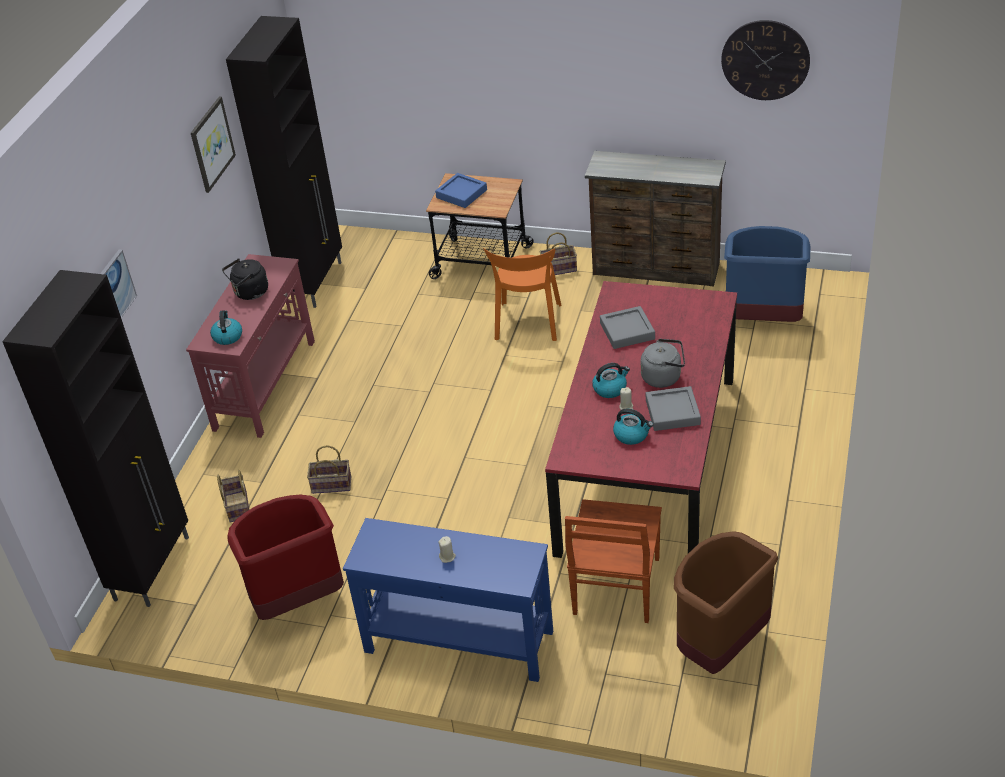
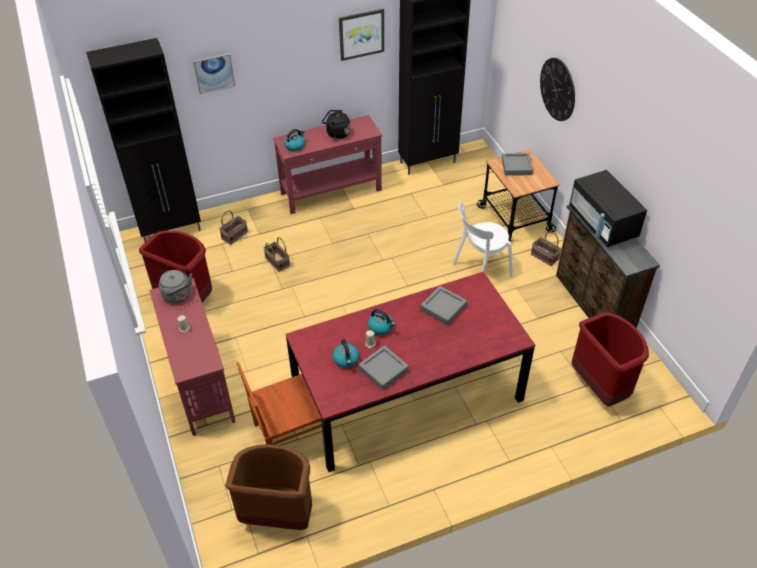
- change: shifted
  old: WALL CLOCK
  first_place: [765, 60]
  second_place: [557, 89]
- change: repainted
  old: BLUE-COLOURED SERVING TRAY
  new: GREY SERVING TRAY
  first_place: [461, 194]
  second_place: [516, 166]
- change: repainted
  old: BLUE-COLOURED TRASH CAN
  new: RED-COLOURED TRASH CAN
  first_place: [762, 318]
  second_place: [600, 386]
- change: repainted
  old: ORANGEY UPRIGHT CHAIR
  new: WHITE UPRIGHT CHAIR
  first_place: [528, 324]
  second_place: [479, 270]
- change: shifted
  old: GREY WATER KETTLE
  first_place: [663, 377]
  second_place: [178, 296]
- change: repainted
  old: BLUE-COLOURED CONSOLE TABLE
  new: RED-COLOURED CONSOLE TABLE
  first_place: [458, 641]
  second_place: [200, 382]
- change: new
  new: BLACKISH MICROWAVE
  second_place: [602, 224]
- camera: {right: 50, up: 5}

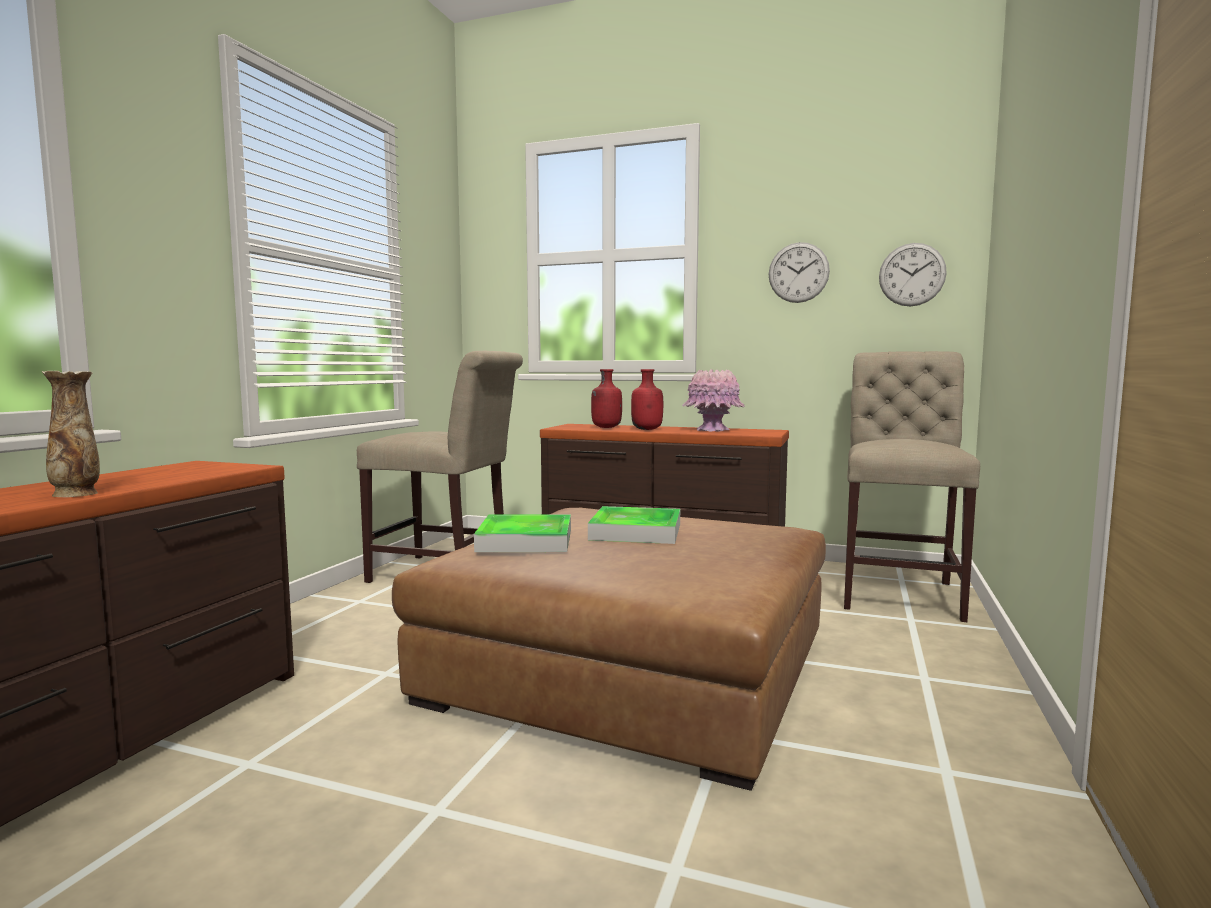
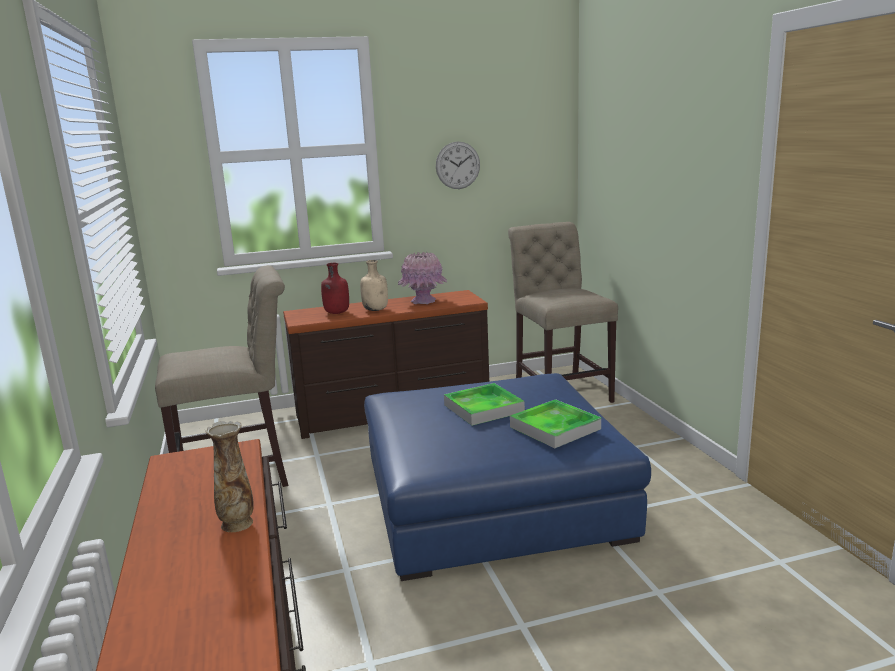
- change: gone
  old: WALL CLOCK
  first_place: [912, 274]
- change: repainted
  old: RED-COLOURED DRINK BOTTLE
  new: BEIGE DRINK BOTTLE
  first_place: [647, 429]
  second_place: [376, 310]
- change: repainted
  old: BROWN OTTOMAN
  new: BLUE-COLOURED OTTOMAN
  first_place: [632, 668]
  second_place: [492, 499]
- change: shifted
  old: SERVING TRAY
  first_place: [525, 540]
  second_place: [555, 428]
- camera: {right: -35, up: 10}

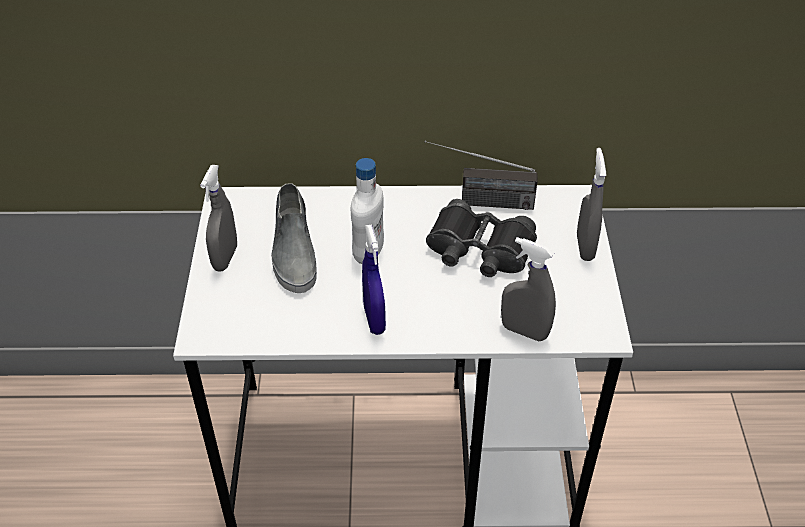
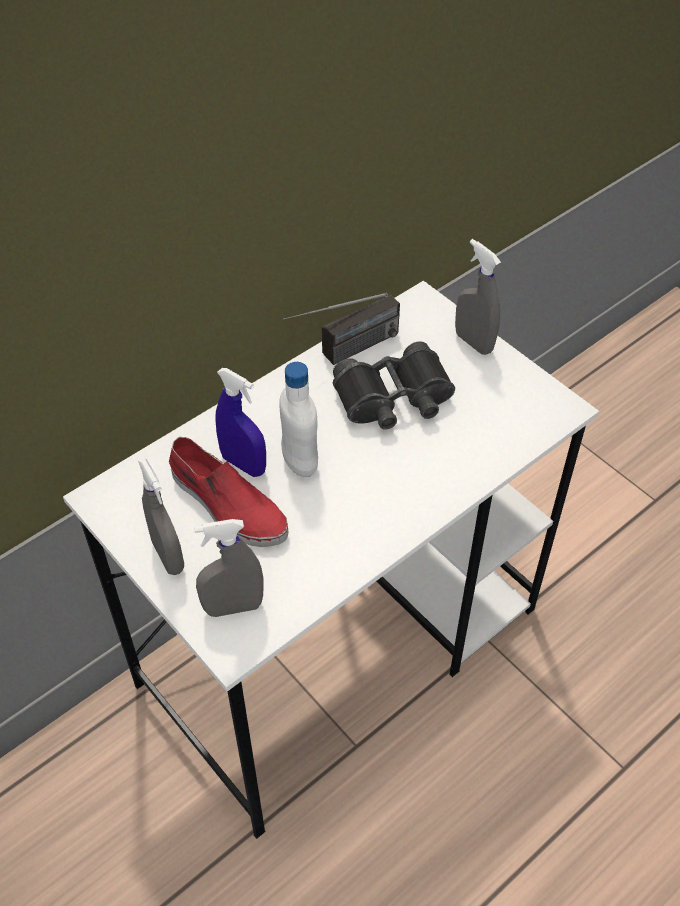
- change: repainted
  old: GREY LOW SHOE
  new: RED-COLOURED LOW SHOE
  first_place: [293, 250]
  second_place: [227, 505]
- change: shifted
  old: BLUE-COLOURED HAND SPRAYER
  first_place: [374, 319]
  second_place: [243, 464]
- change: shifted
  old: GREY HAND SPRAYER
  first_place: [524, 331]
  second_place: [233, 607]
- camera: {right: -40, up: 5}

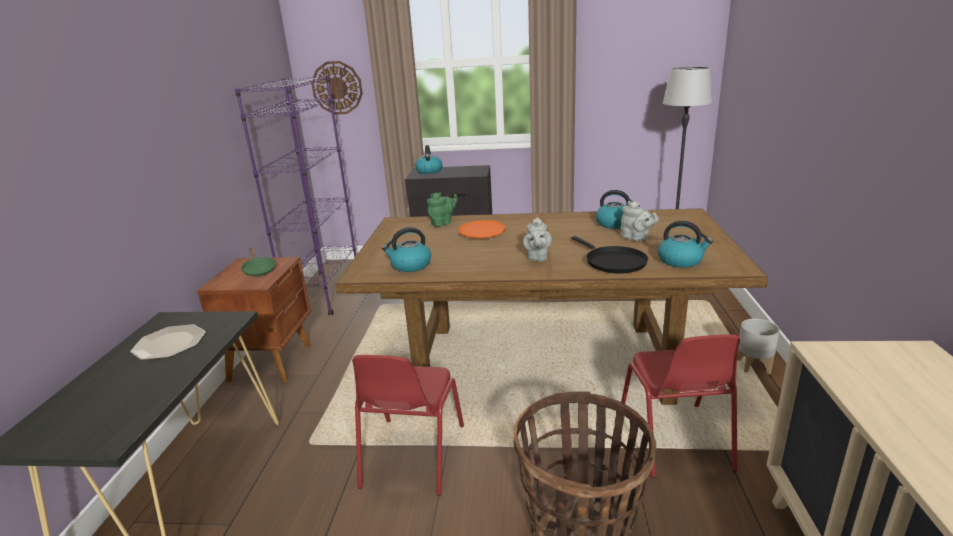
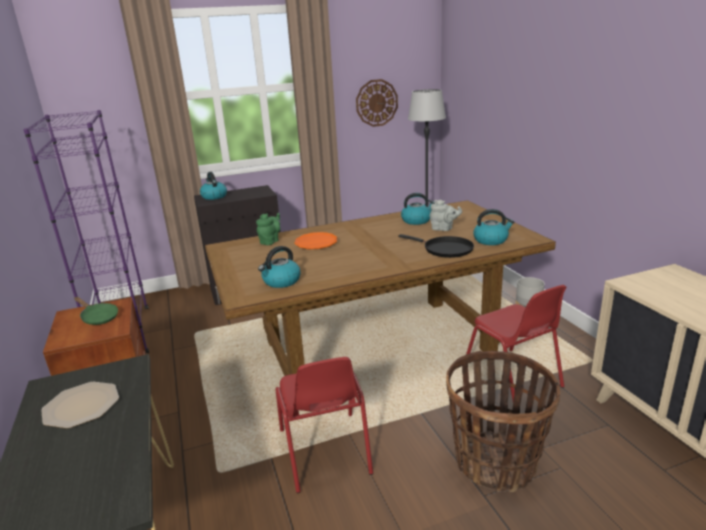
- change: shifted
  old: WALL CLOCK
  first_place: [337, 88]
  second_place: [376, 103]
- change: gone
  old: GREY TEAPOT
  first_place: [537, 257]
- camera: {right: -25, up: 0}

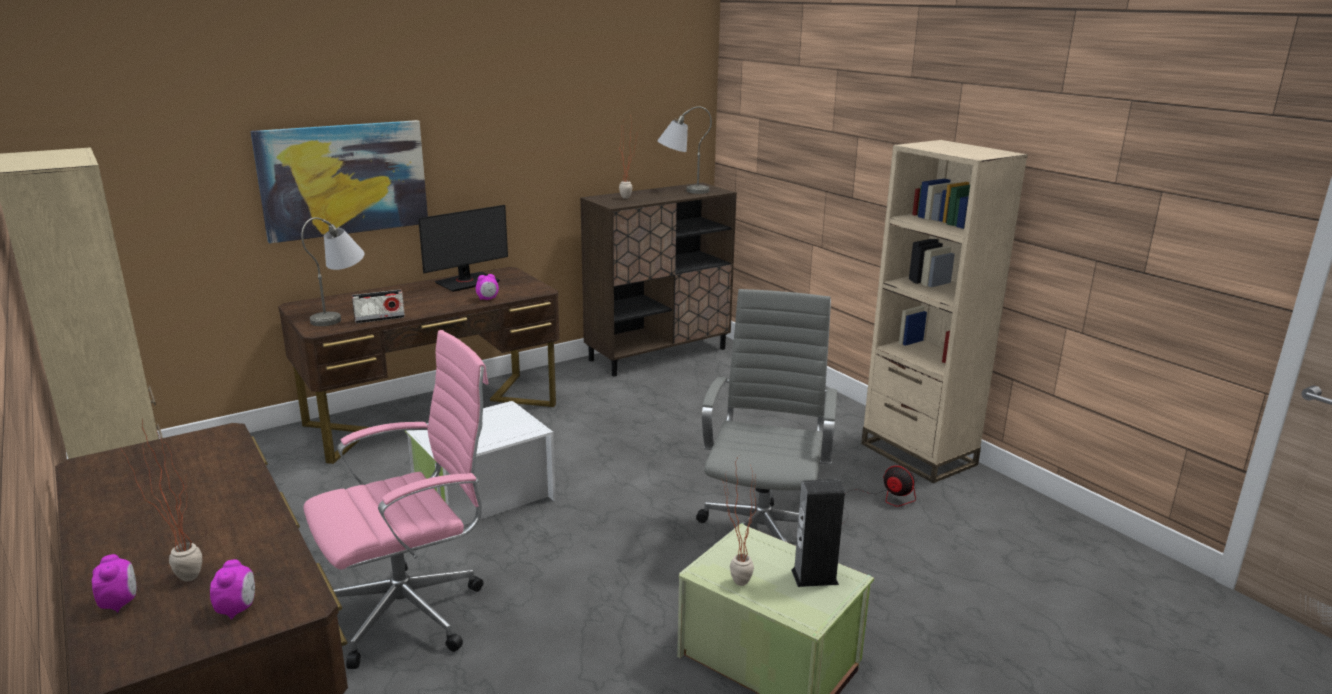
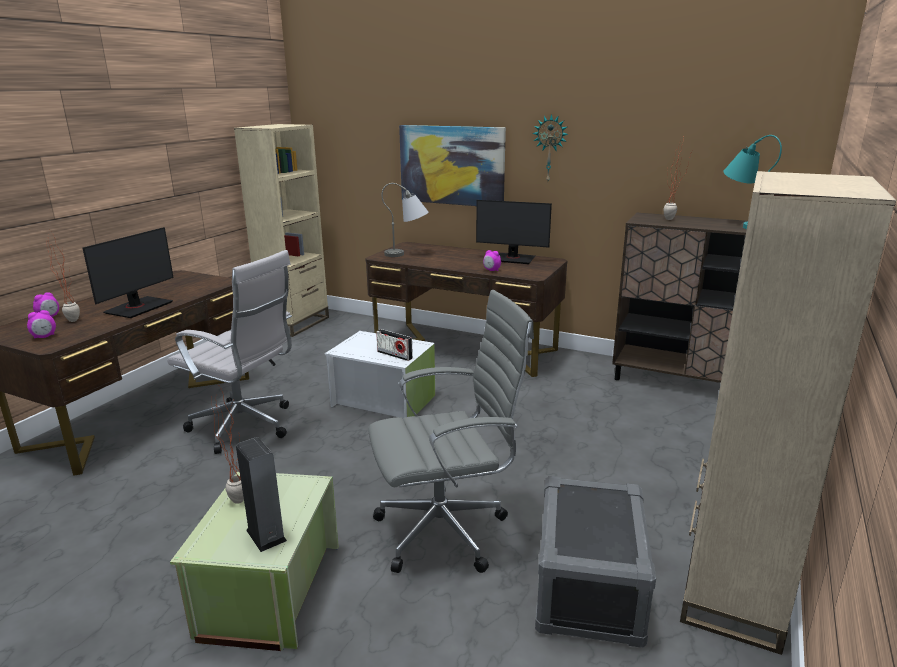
- change: repainted
  old: GREY TABLETOP LAMP
  new: TURQUOISE-COLOURED TABLETOP LAMP
  first_place: [681, 190]
  second_place: [742, 225]
- change: shifted
  old: RADIO
  first_place: [380, 319]
  second_place: [394, 355]
- change: repainted
  old: PINKISH OFFICE CHAIR
  new: WHITE OFFICE CHAIR
  first_place: [413, 613]
  second_place: [246, 427]
- change: swapped
  old: FAN
  new: GREY STORAGE CONTAINER
  first_place: [880, 501]
  second_place: [589, 588]
- change: new
  new: WALL CLOCK
  second_place: [550, 149]
- change: new
  new: MONITOR
  second_place: [138, 307]
- camera: {right: 60, up: 0}

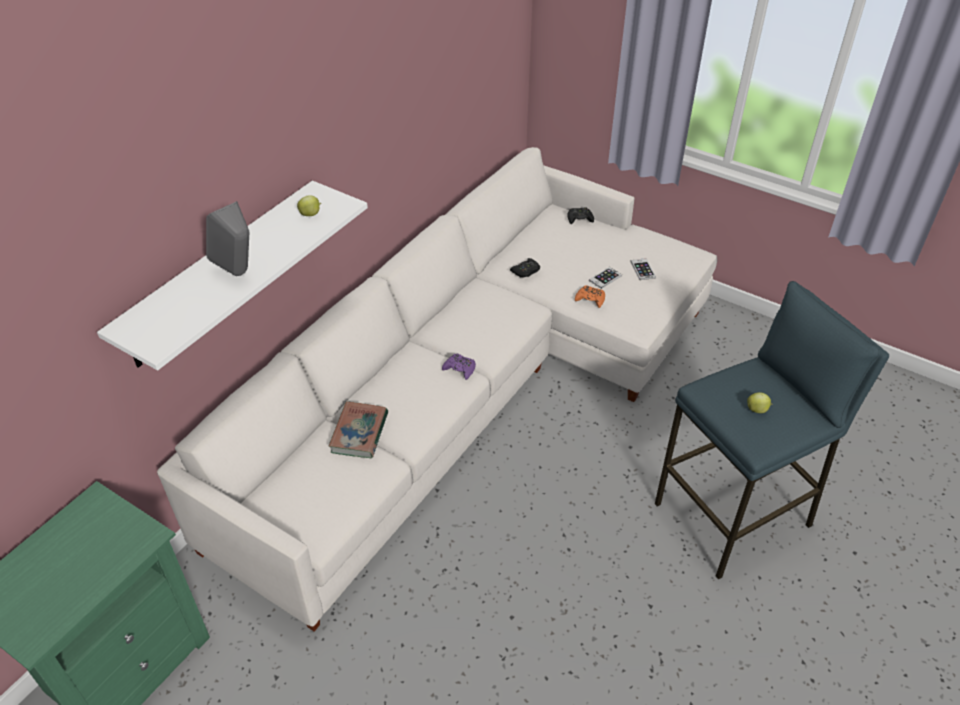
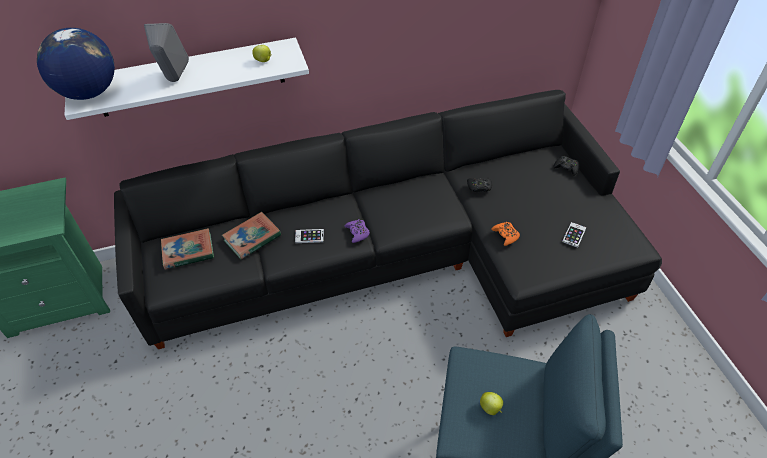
- change: repainted
  old: WHITE SETTEE
  new: BLACKISH SETTEE
  first_place: [473, 387]
  second_place: [402, 254]
- change: shifted
  old: HANDSET
  first_place: [605, 278]
  second_place: [309, 236]
- change: new
  new: GLOBE
  second_place: [89, 92]
- change: new
  new: VOLUME
  second_place: [188, 251]
- camera: {right: 40, up: 5}

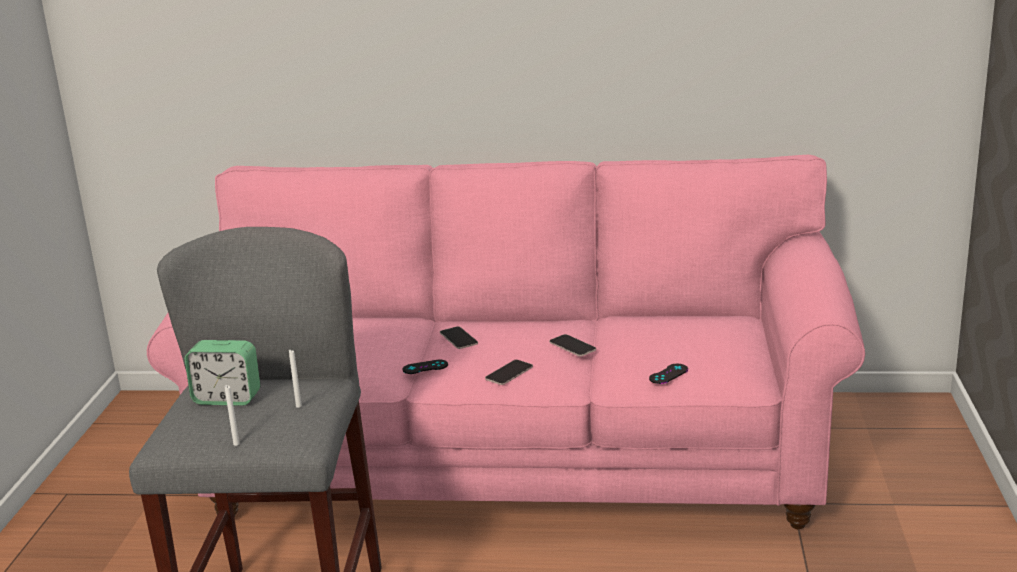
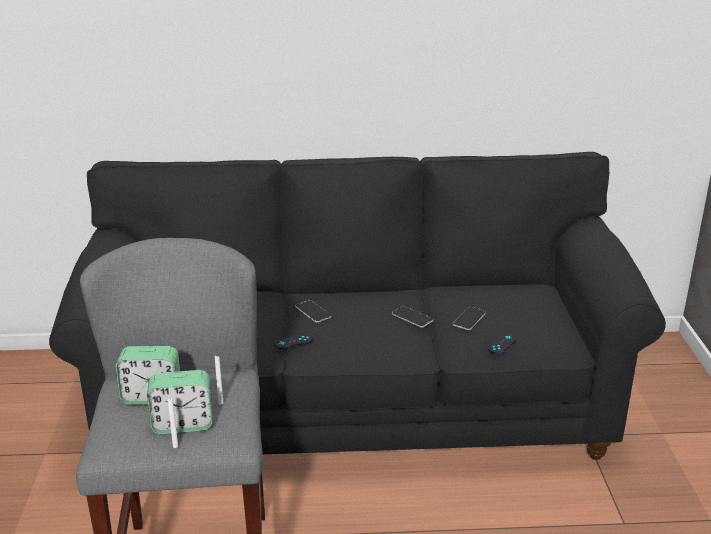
- change: repainted
  old: PINKISH SETTEE
  new: BLACKISH SETTEE
  first_place: [518, 459]
  second_place: [355, 405]
- change: shifted
  old: HANDSET
  first_place: [509, 373]
  second_place: [469, 319]
- change: new
  new: TABLE CLOCK
  second_place: [183, 424]
- camera: {right: -10, up: 5}

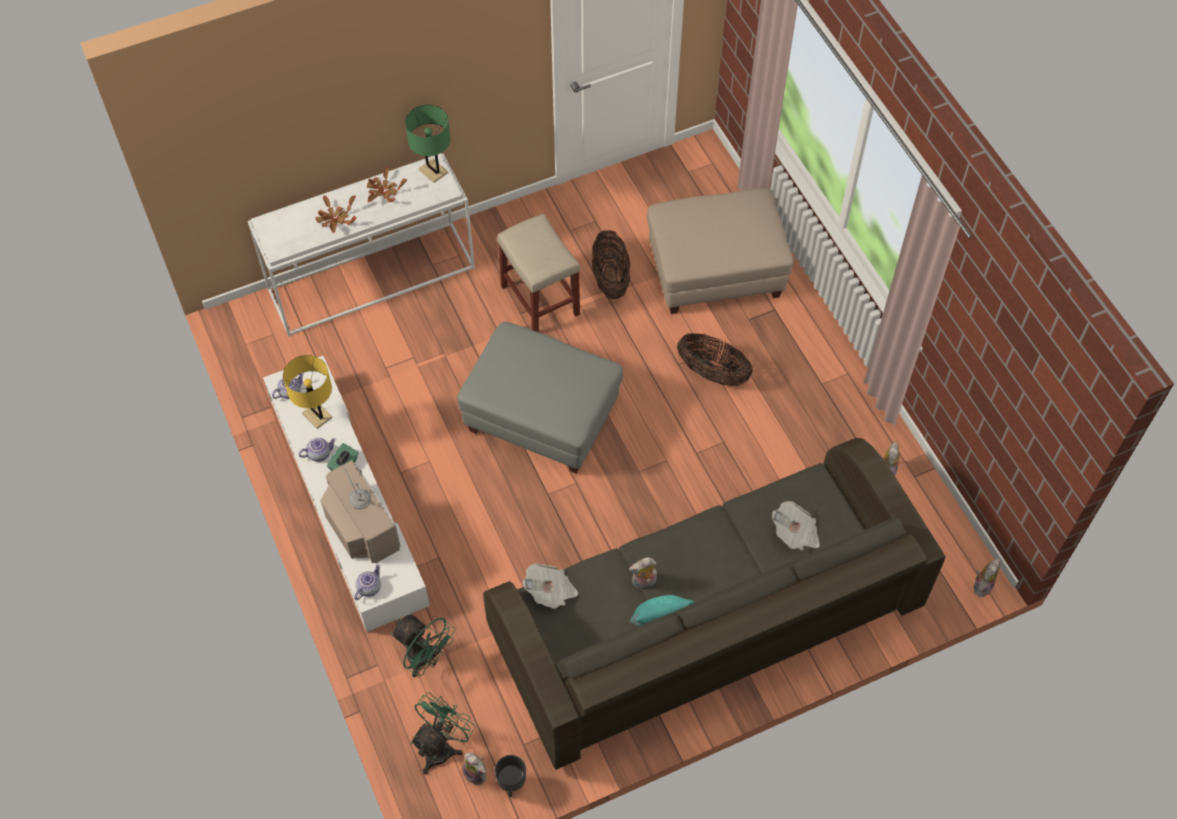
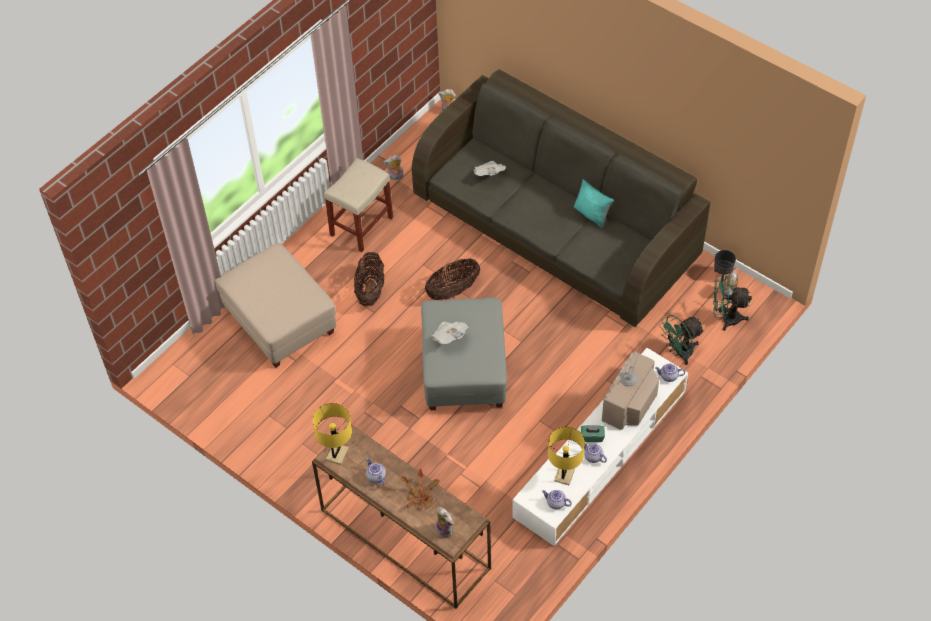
- change: repainted
  old: GREEN TABLETOP LAMP
  new: YELLOWISH TABLETOP LAMP
  first_place: [433, 171]
  second_place: [337, 454]
- change: repainted
  old: WHITE CONSOLE TABLE
  new: BROWN CONSOLE TABLE
  first_place: [372, 277]
  second_place: [403, 539]
- change: swapped
  old: PLANT IN A POT
  new: TEAPOT
  first_place: [383, 192]
  second_place: [375, 477]
- change: shifted
  old: BEIGE STOOL
  first_place: [541, 301]
  second_place: [362, 225]
- change: shifted
  old: BASKET
  first_place: [610, 279]
  second_place: [453, 290]
- change: shifted
  old: CUDDLY TOY
  first_place: [643, 582]
  second_place: [445, 530]
- change: shifted
  old: DAILY PAPER
  first_place: [551, 592]
  second_place: [449, 337]
- change: rotated
  old: GREEN FAN
  first_place: [425, 659]
  second_place: [679, 353]
  degrees: -135
- camera: {right: -115, up: -5}

